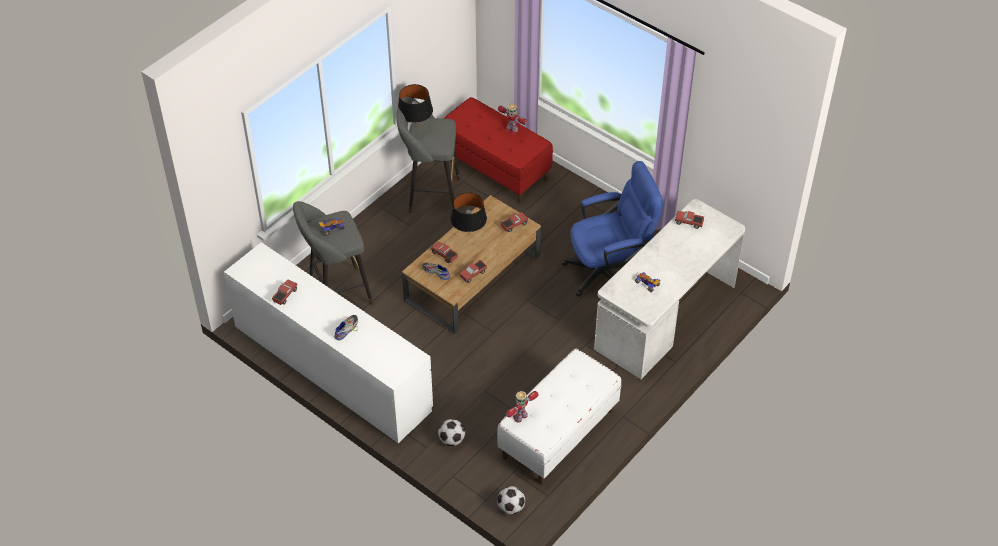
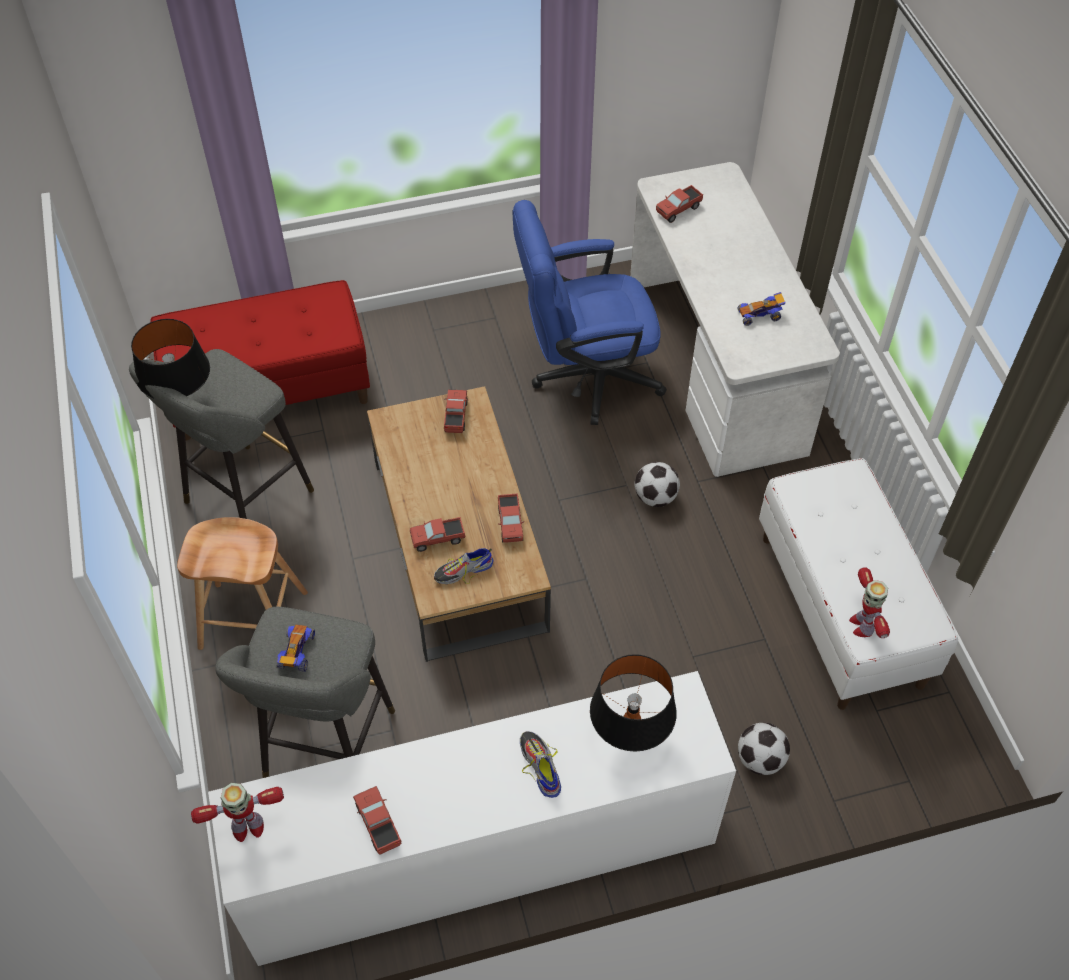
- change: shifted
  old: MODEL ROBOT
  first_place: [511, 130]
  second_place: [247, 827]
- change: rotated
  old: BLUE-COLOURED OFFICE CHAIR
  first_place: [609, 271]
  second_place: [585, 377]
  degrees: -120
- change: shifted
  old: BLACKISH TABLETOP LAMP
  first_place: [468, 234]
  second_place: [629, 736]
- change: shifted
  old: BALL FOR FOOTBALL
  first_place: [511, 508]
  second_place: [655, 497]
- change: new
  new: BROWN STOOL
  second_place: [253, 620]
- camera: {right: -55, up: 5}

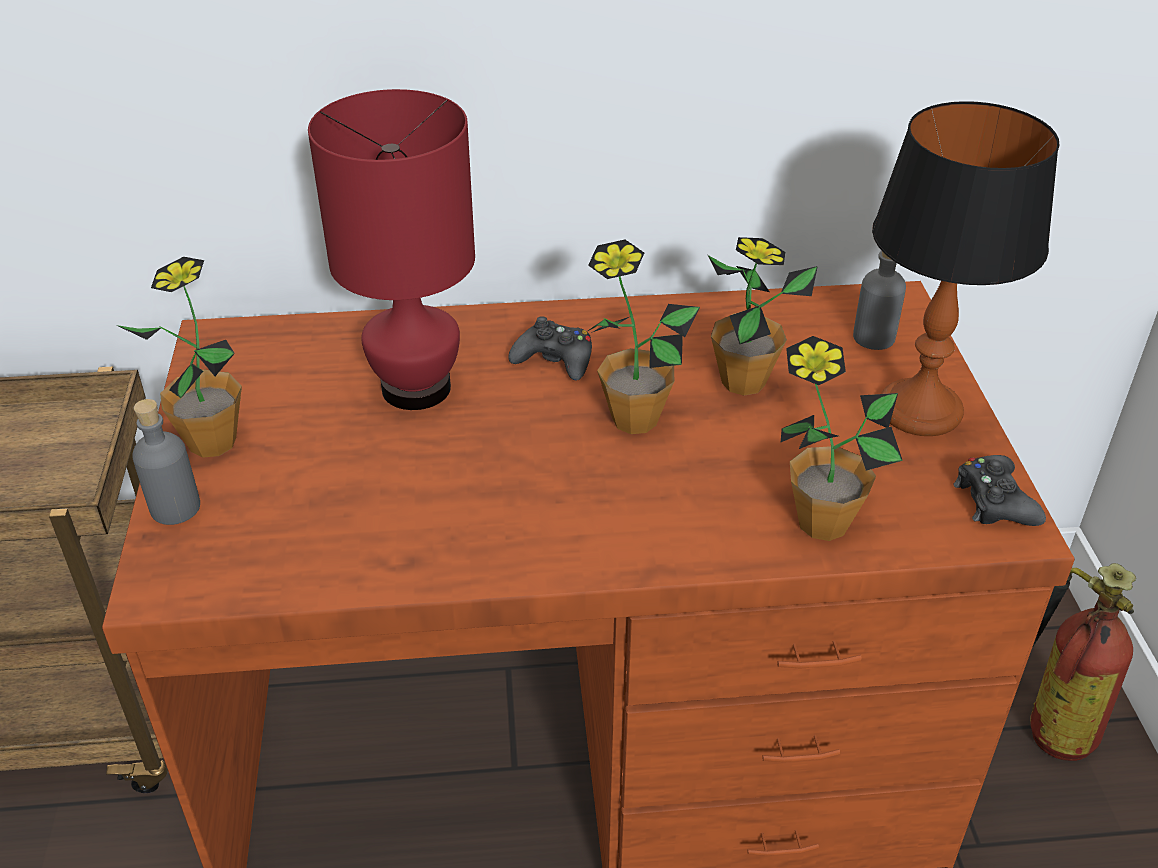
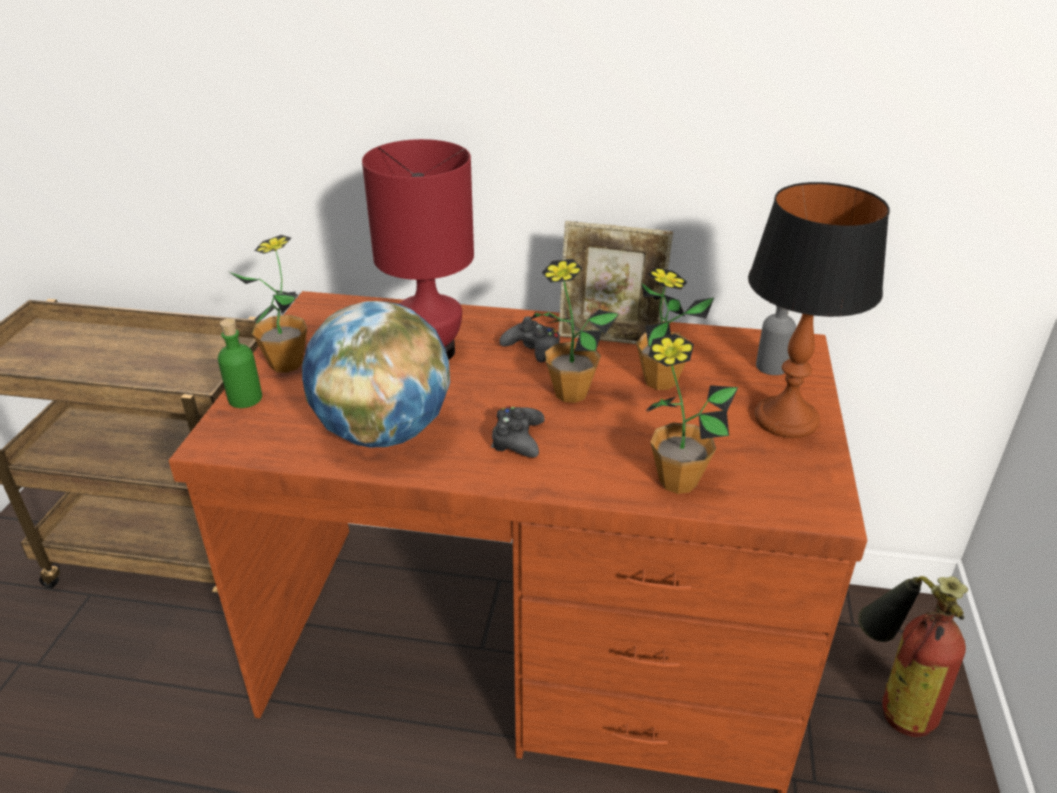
- change: repainted
  old: GREY DRINK BOTTLE
  new: GREEN DRINK BOTTLE
  first_place: [175, 508]
  second_place: [245, 398]
- change: shifted
  old: BLACKISH GAMEPAD
  first_place: [994, 501]
  second_place: [517, 439]
- change: new
  new: STANDING FRAME
  second_place: [610, 339]
- change: new
  new: GLOBE
  second_place: [383, 431]
- camera: {right: 15, up: -5}

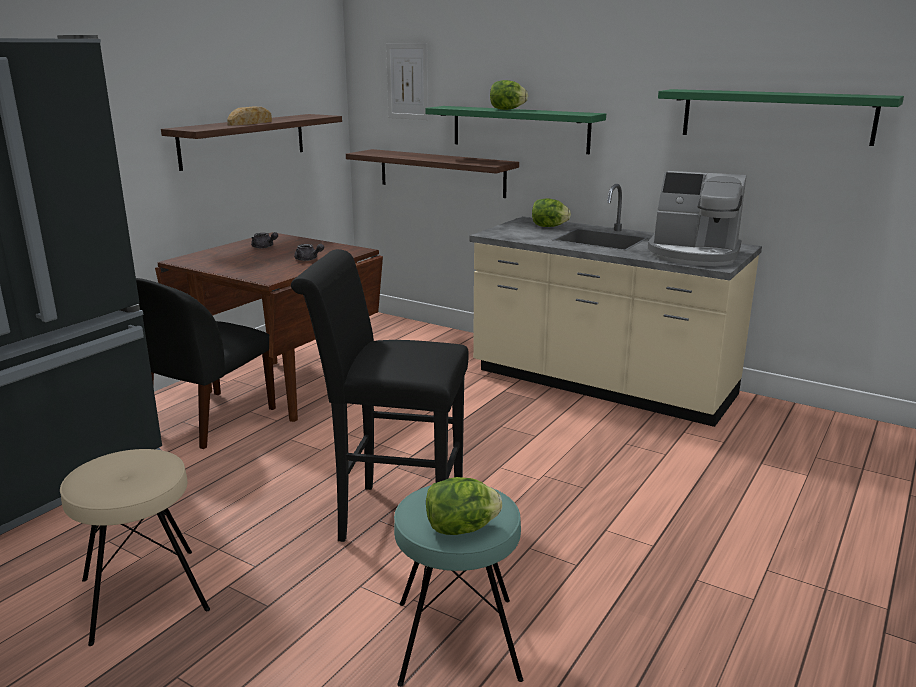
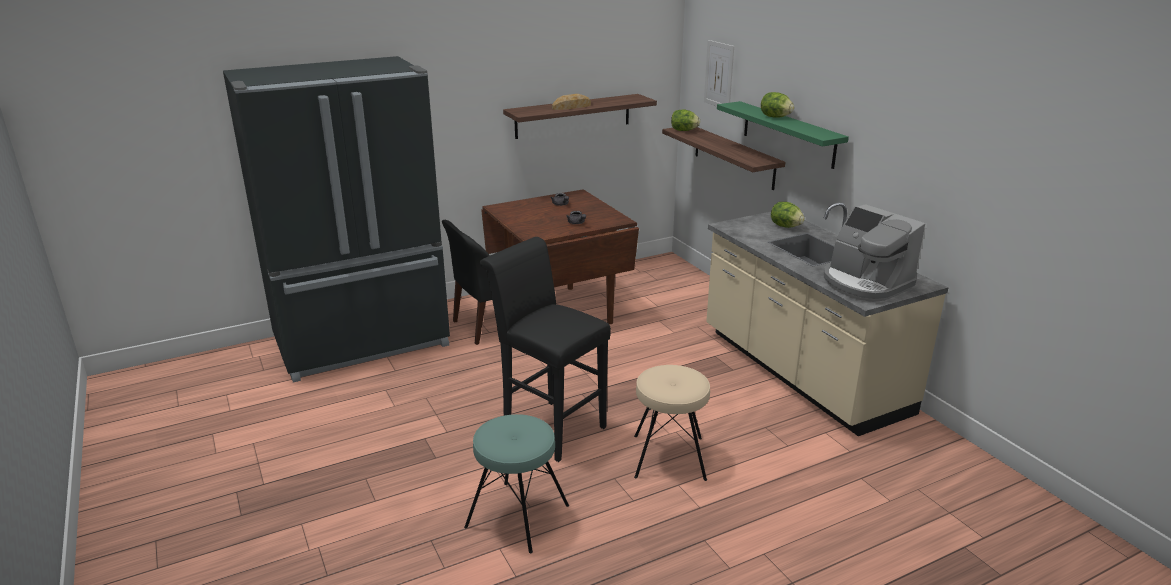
- change: gone
  old: GREEN WALL SHELF
  first_place: [776, 116]
- change: shifted
  old: BEIGE STOOL
  first_place: [144, 594]
  second_place: [669, 457]
- change: shifted
  old: LETTUCE
  first_place: [461, 529]
  second_place: [684, 130]
- camera: {right: 30, up: 5}

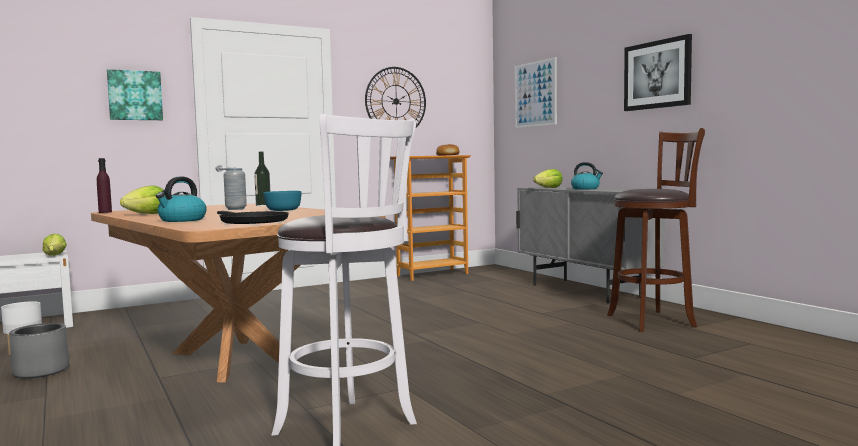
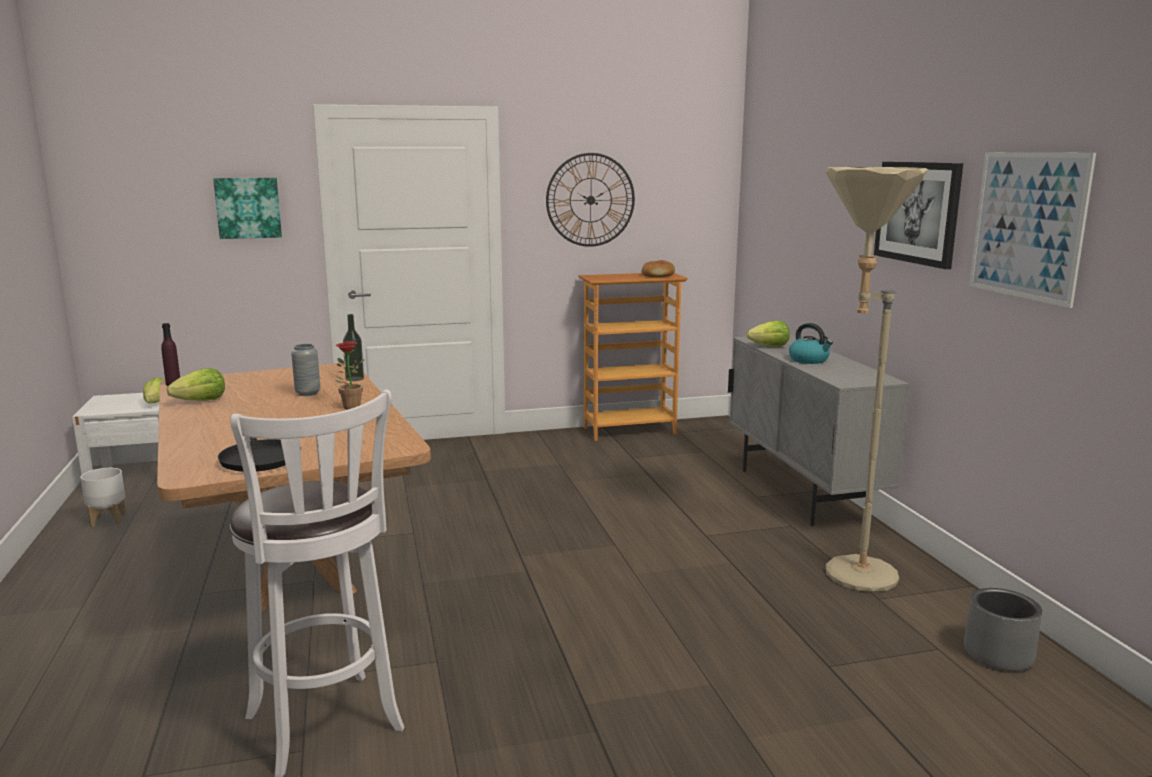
- change: shifted
  old: PICTURE
  first_place: [535, 94]
  second_place: [1027, 225]
- change: swapped
  old: BROWN STOOL
  new: BEIGE FLOOR LAMP
  first_place: [655, 320]
  second_place: [845, 575]
- change: gone
  old: WATER KETTLE
  first_place: [182, 220]
- change: swapped
  old: TURQUOISE-COLOURED DEEP DISH
  new: PLANT IN A POT
  first_place: [282, 210]
  second_place: [349, 406]
- change: shifted
  old: GREY FLOWER POT
  first_place: [41, 371]
  second_place: [997, 654]
- camera: {right: 15, up: 10}

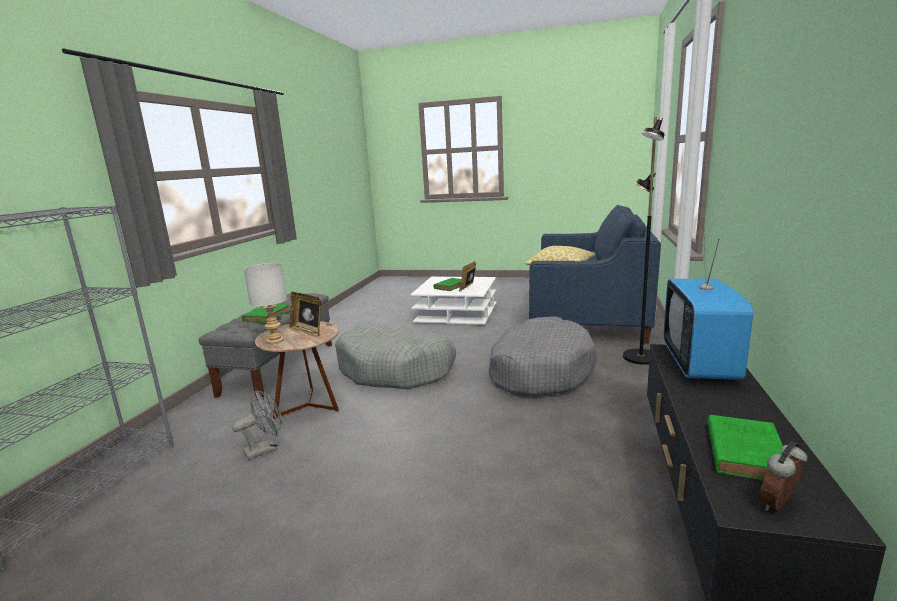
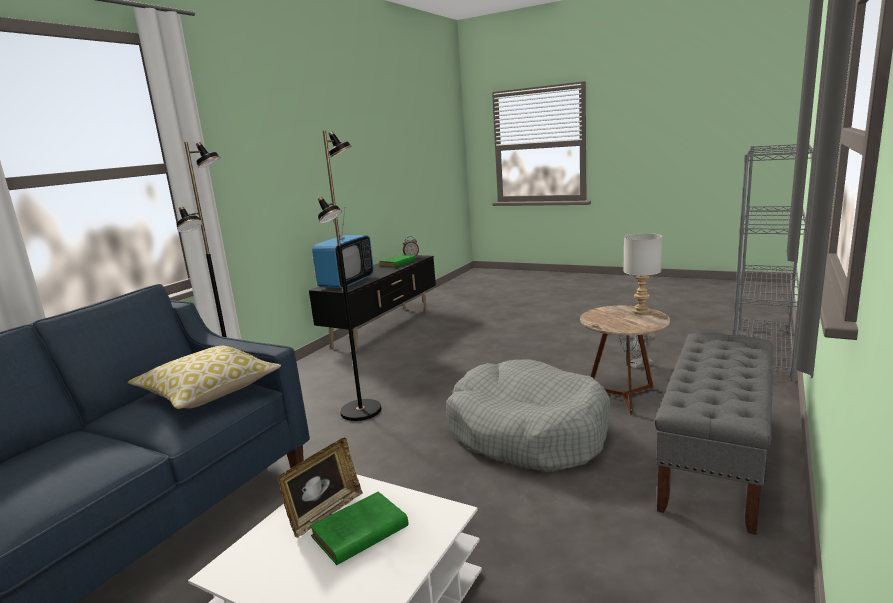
- change: gone
  old: STANDING FRAME
  first_place: [308, 331]
- change: gone
  old: GREEN VOLUME
  first_place: [267, 316]
- change: swapped
  old: GREY PET BED
  new: BLACKISH FLOOR LAMP
  first_place: [539, 371]
  second_place: [362, 411]
- camera: {right: -165, up: 0}

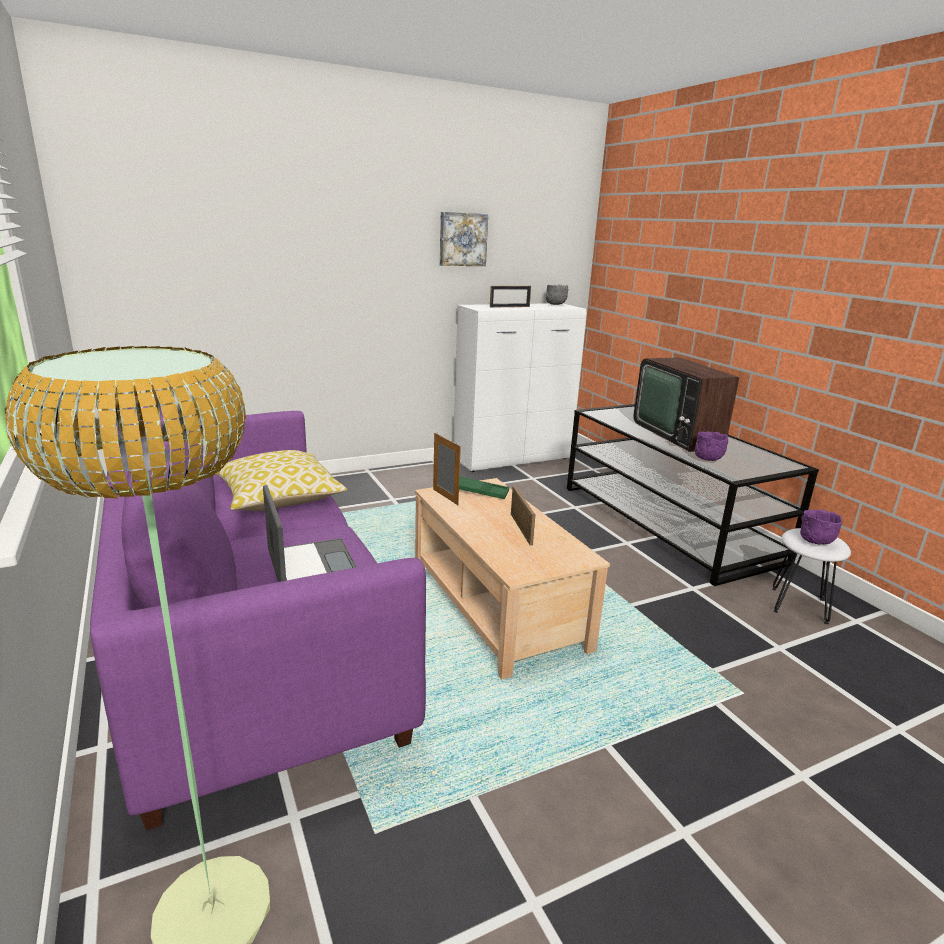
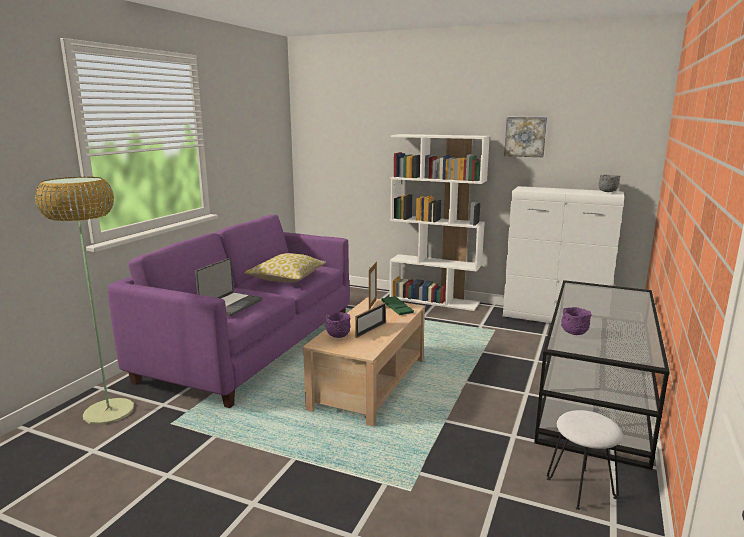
- change: gone
  old: STANDING FRAME
  first_place: [509, 307]
- change: gone
  old: TELEVISION
  first_place: [681, 433]
- change: shifted
  old: PURPLE DEEP DISH
  first_place: [816, 542]
  second_place: [337, 336]
- change: new
  new: WHITE BOOKSHELF
  second_place: [434, 300]
- camera: {right: 50, up: -5}

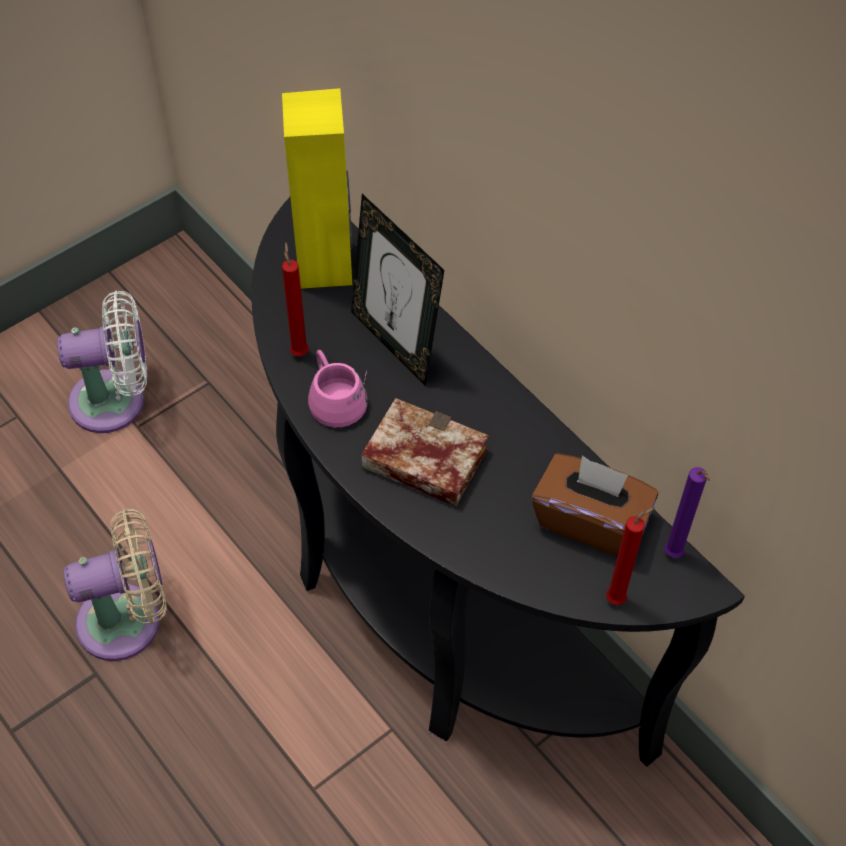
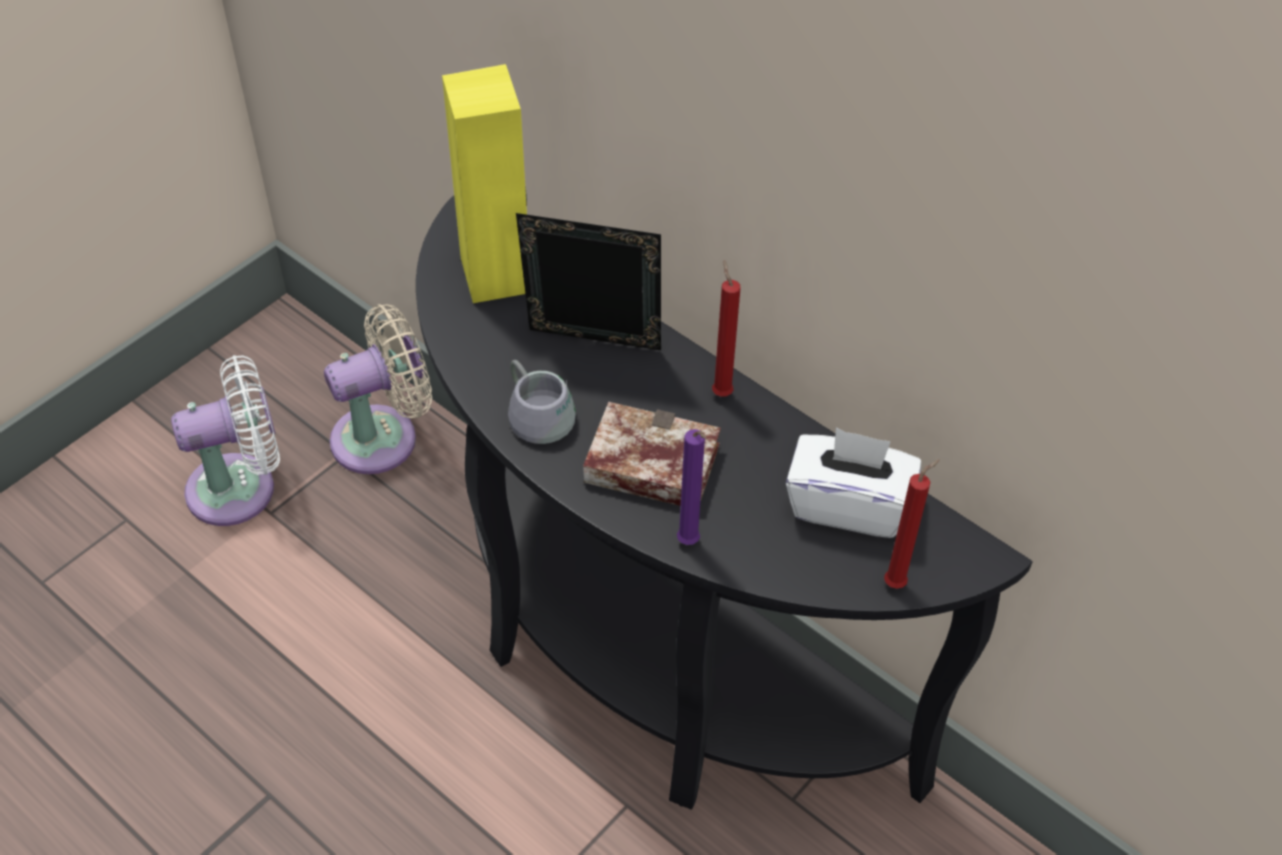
- change: rotated
  old: STANDING FRAME
  first_place: [395, 343]
  second_place: [592, 348]
  degrees: 150
- change: shifted
  old: RED-COLOURED WAX CANDLE
  first_place: [299, 351]
  second_place: [721, 391]
- change: repainted
  old: PINKISH MUG
  new: GREY MUG
  first_place: [340, 396]
  second_place: [543, 410]
- change: repainted
  old: BROWN BOX OF TISSUES
  new: WHITE BOX OF TISSUES
  first_place: [590, 520]
  second_place: [848, 505]
- change: shifted
  old: PURPLE WAX CANDLE
  first_place: [674, 556]
  second_place: [689, 544]
- change: shifted
  old: BEIGE FAN
  first_place: [128, 620]
  second_place: [383, 437]
- camera: {right: -10, up: -5}

